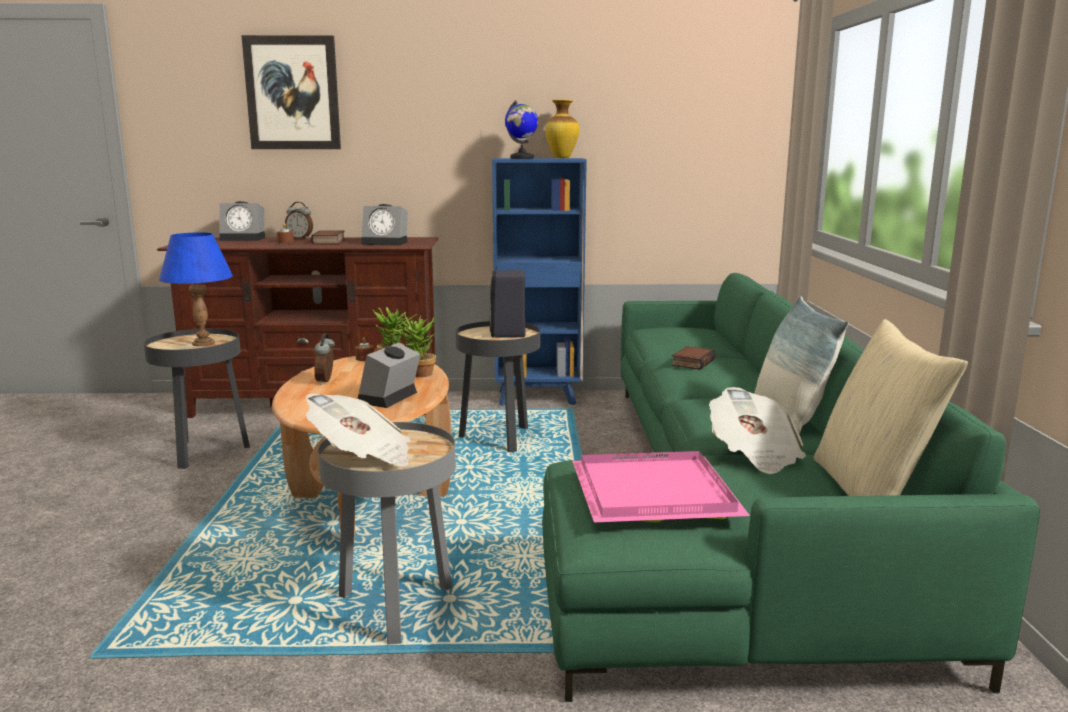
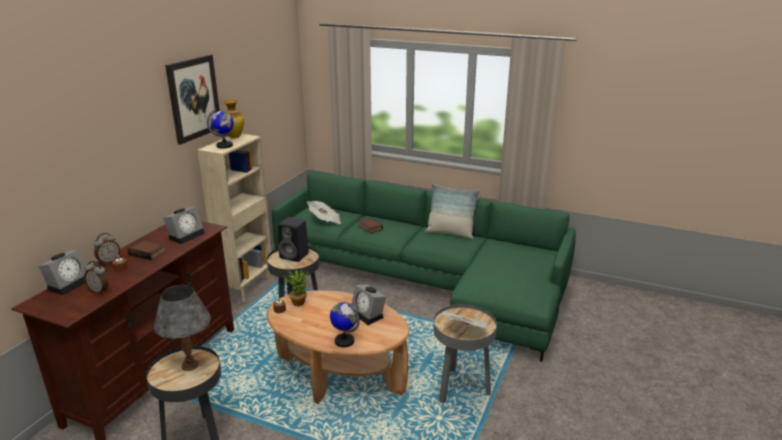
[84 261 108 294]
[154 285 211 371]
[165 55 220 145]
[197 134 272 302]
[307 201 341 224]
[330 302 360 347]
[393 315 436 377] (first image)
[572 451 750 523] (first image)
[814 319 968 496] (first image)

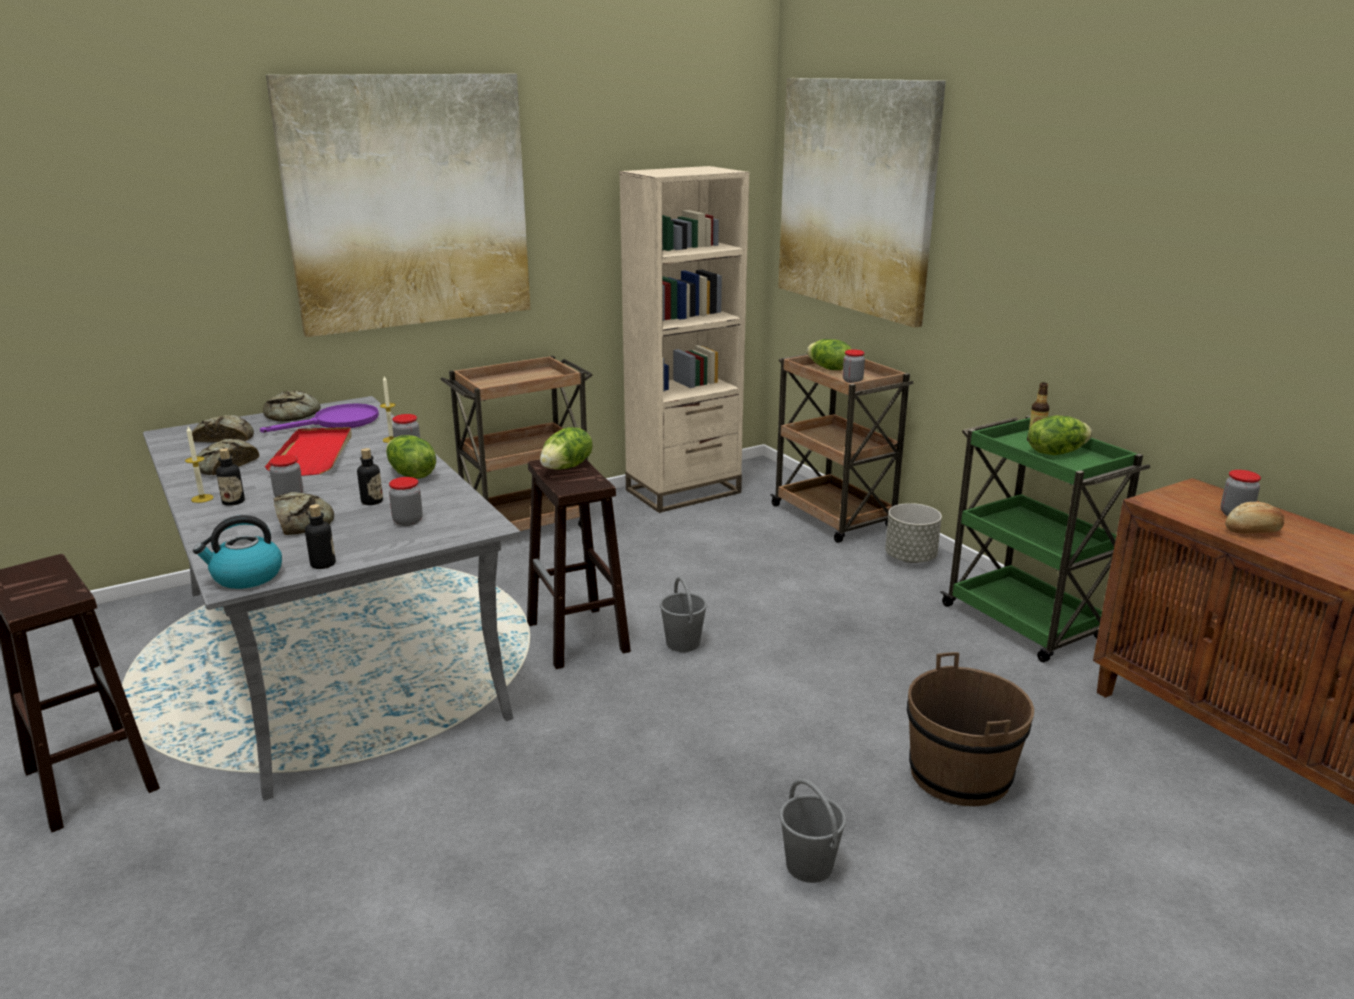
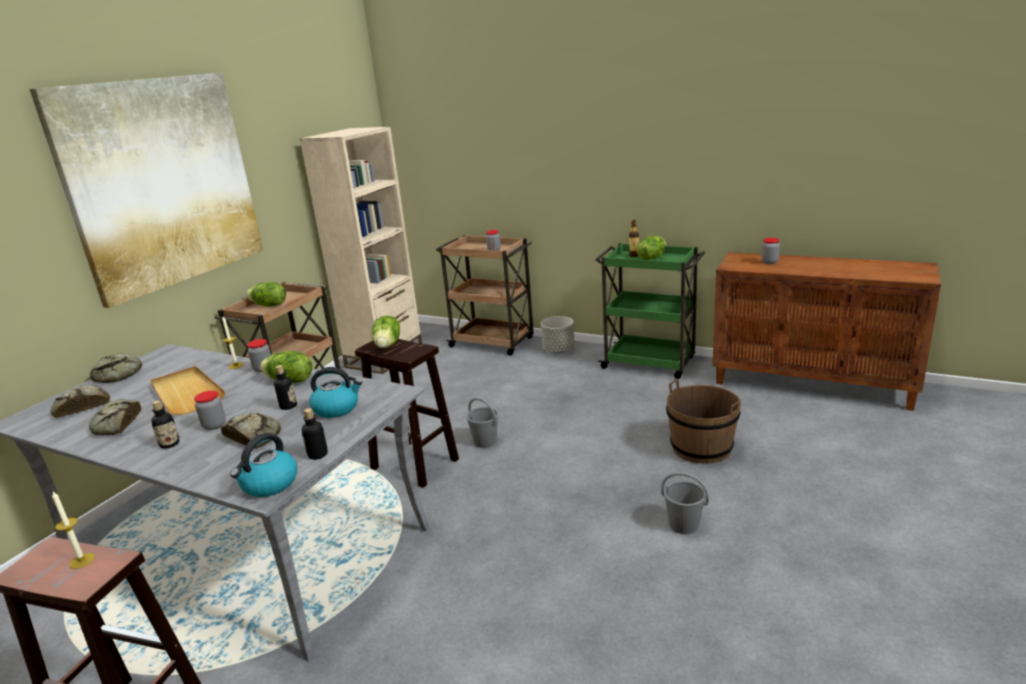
[52 491 95 569]
[150 366 225 415]
[246 282 286 307]
[309 367 363 418]
[260 404 379 433] (first image)
[778 78 946 328] (first image)
[1225 502 1284 534] (first image)

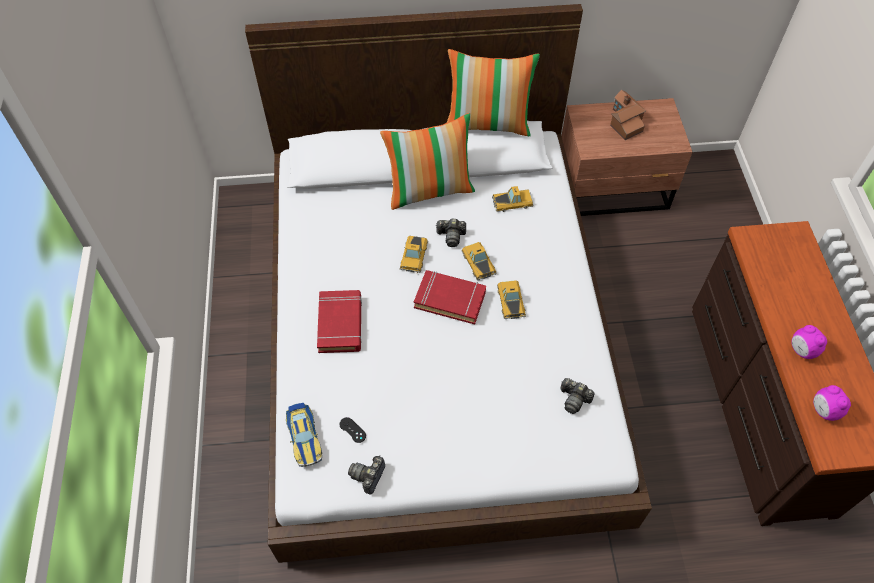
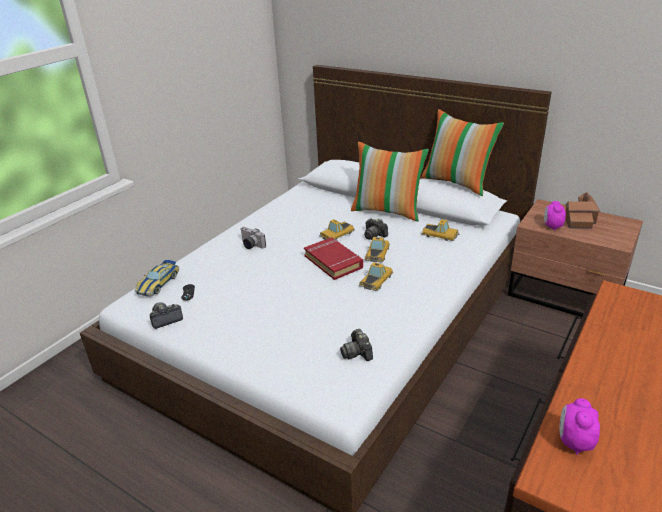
[241 227 266 249]
[544 201 566 231]

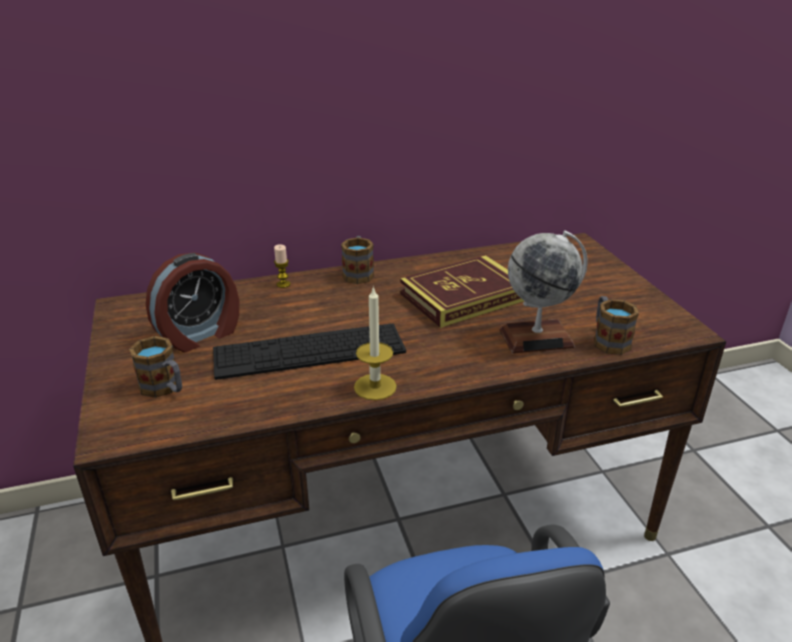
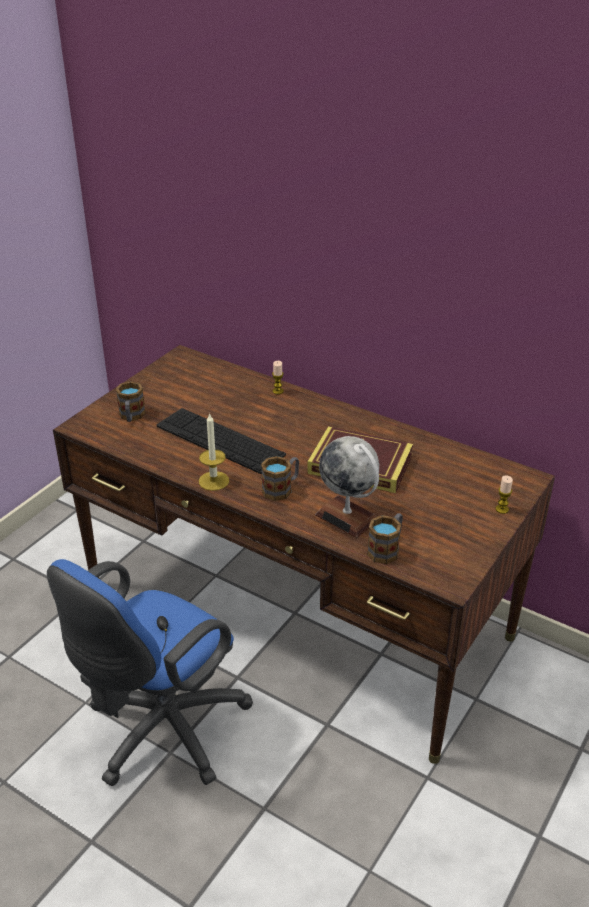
[261 456 299 501]
[495 475 513 514]
[146 253 239 352] (first image)

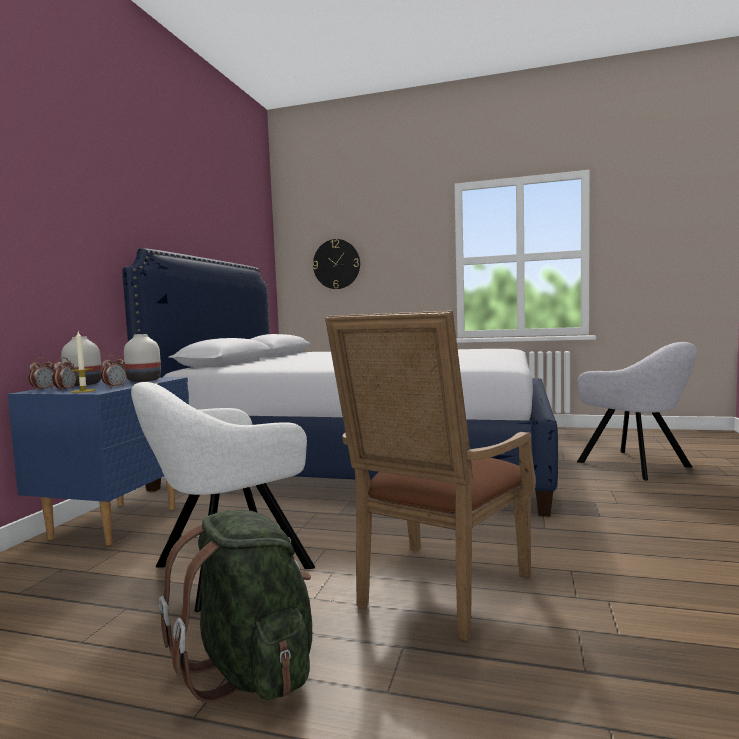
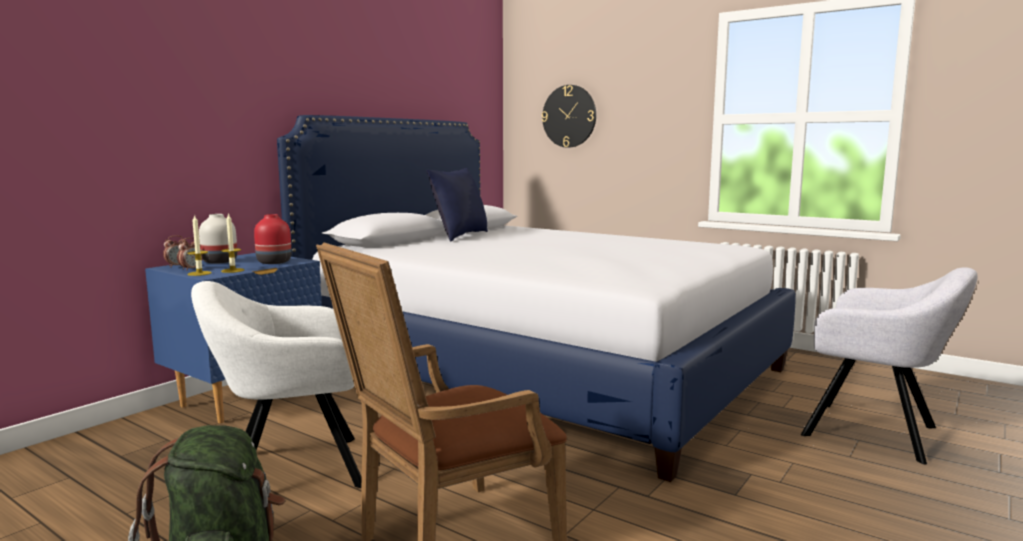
[221 213 244 273]
[254 214 292 264]
[426 168 488 241]
[801 267 978 465]

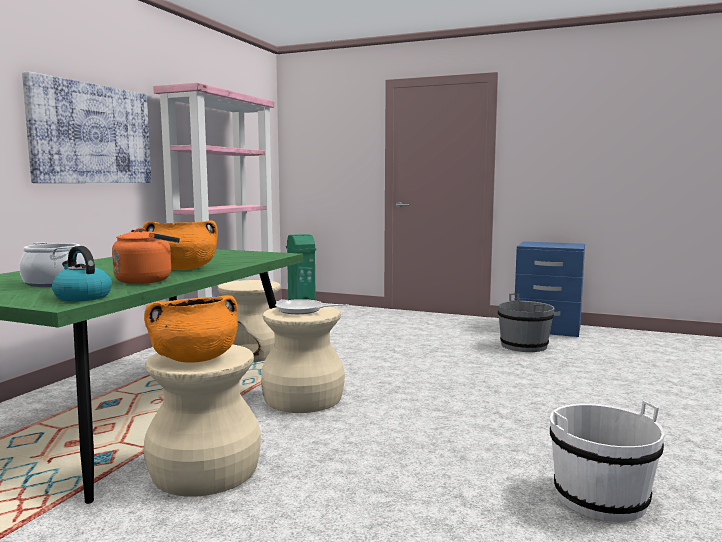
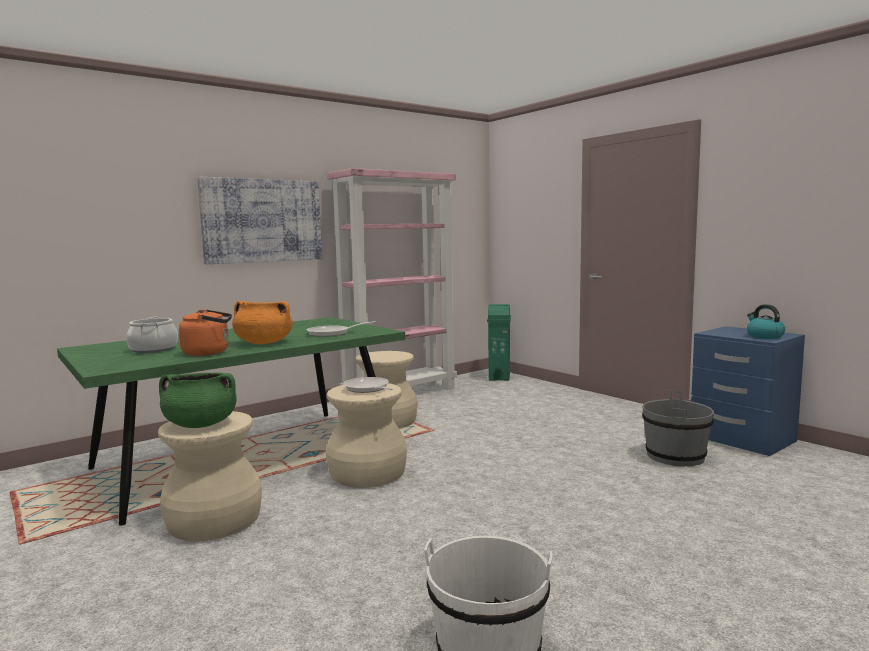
[159 373 237 428]
[306 321 376 337]
[747 304 785 339]

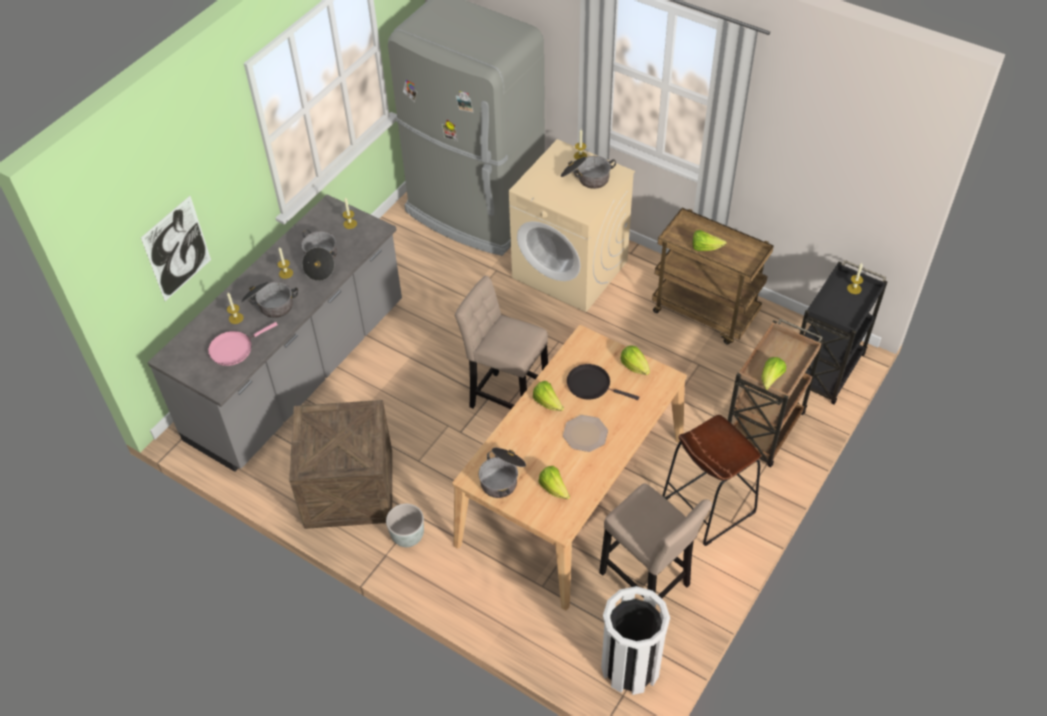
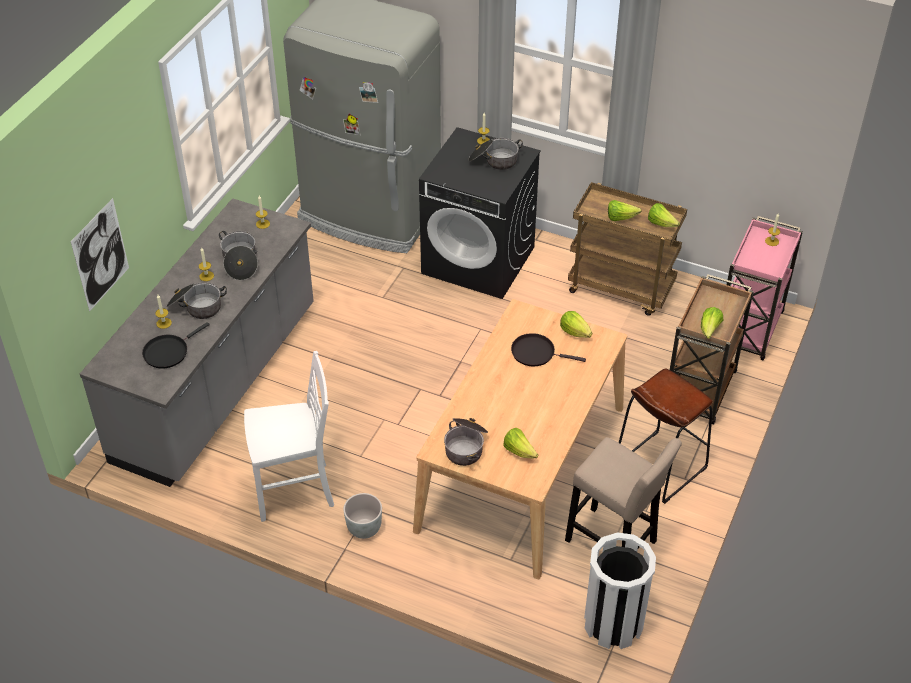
[142 322 210 368]
[244 351 334 522]
[419 127 541 299]
[648 203 680 227]
[727 216 803 361]
[455 276 548 409] (first image)
[563 415 608 452] (first image)

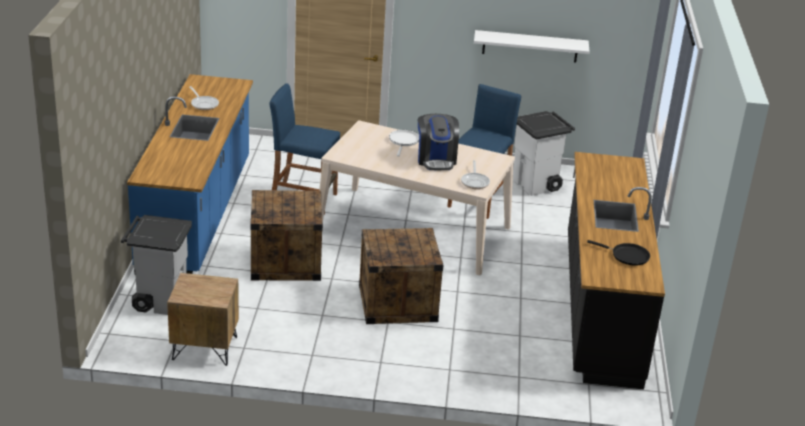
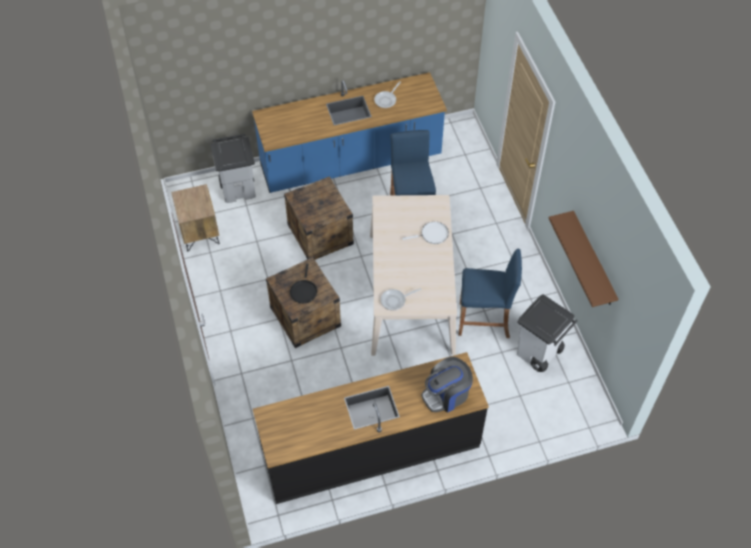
[290 264 317 304]
[421 357 473 413]
[549 211 618 307]

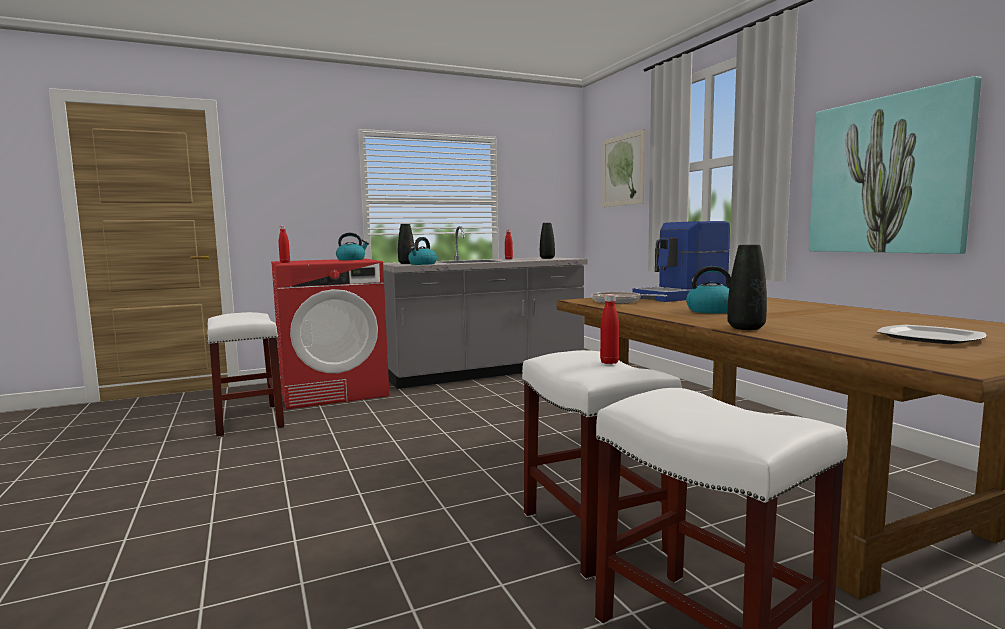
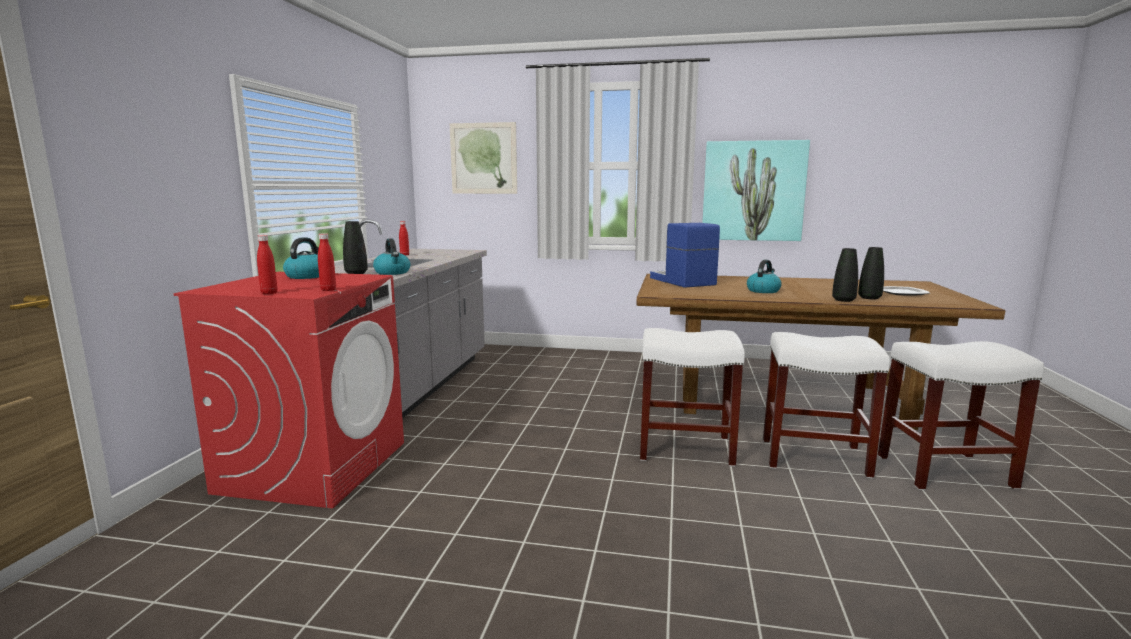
[318 233 336 291]
[640 328 745 467]
[650 223 720 288]
[858 247 884 299]
[591 292 667 304] (first image)

